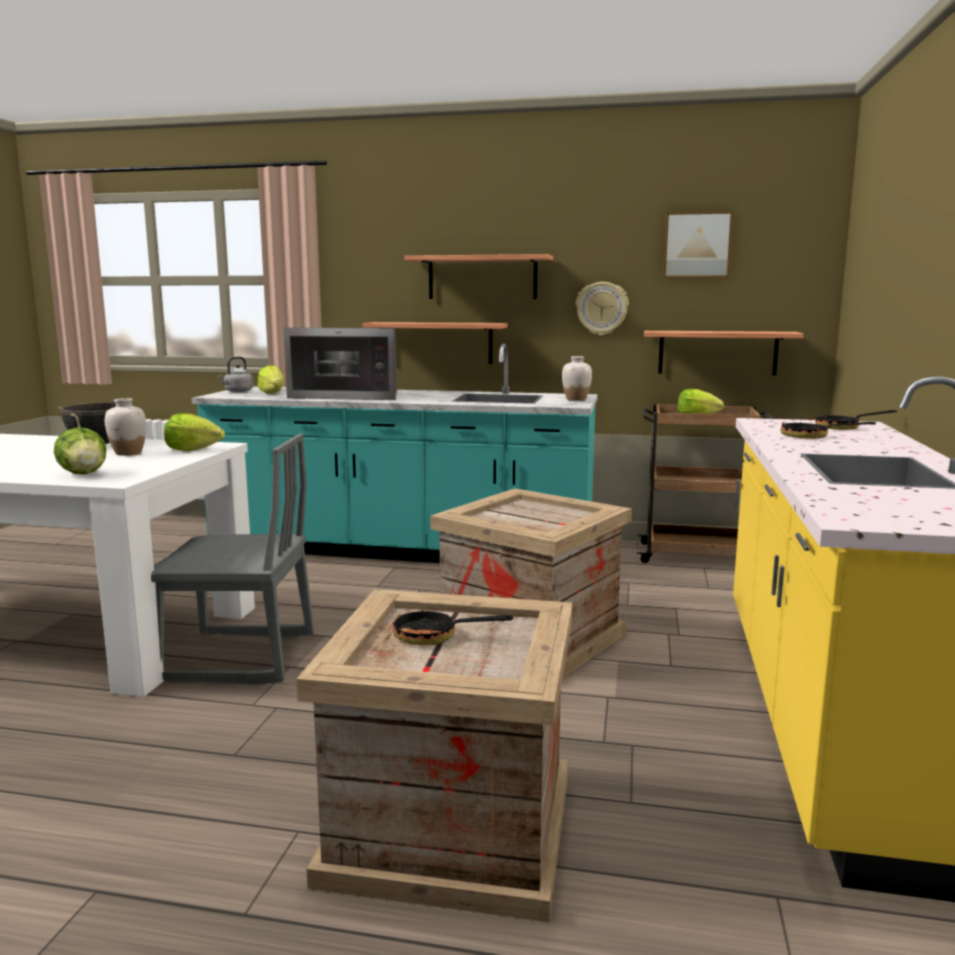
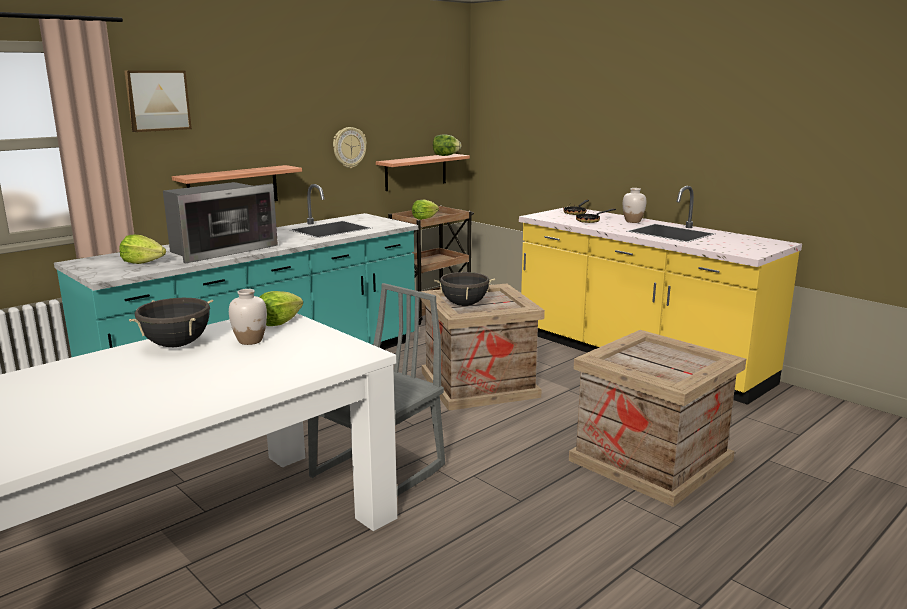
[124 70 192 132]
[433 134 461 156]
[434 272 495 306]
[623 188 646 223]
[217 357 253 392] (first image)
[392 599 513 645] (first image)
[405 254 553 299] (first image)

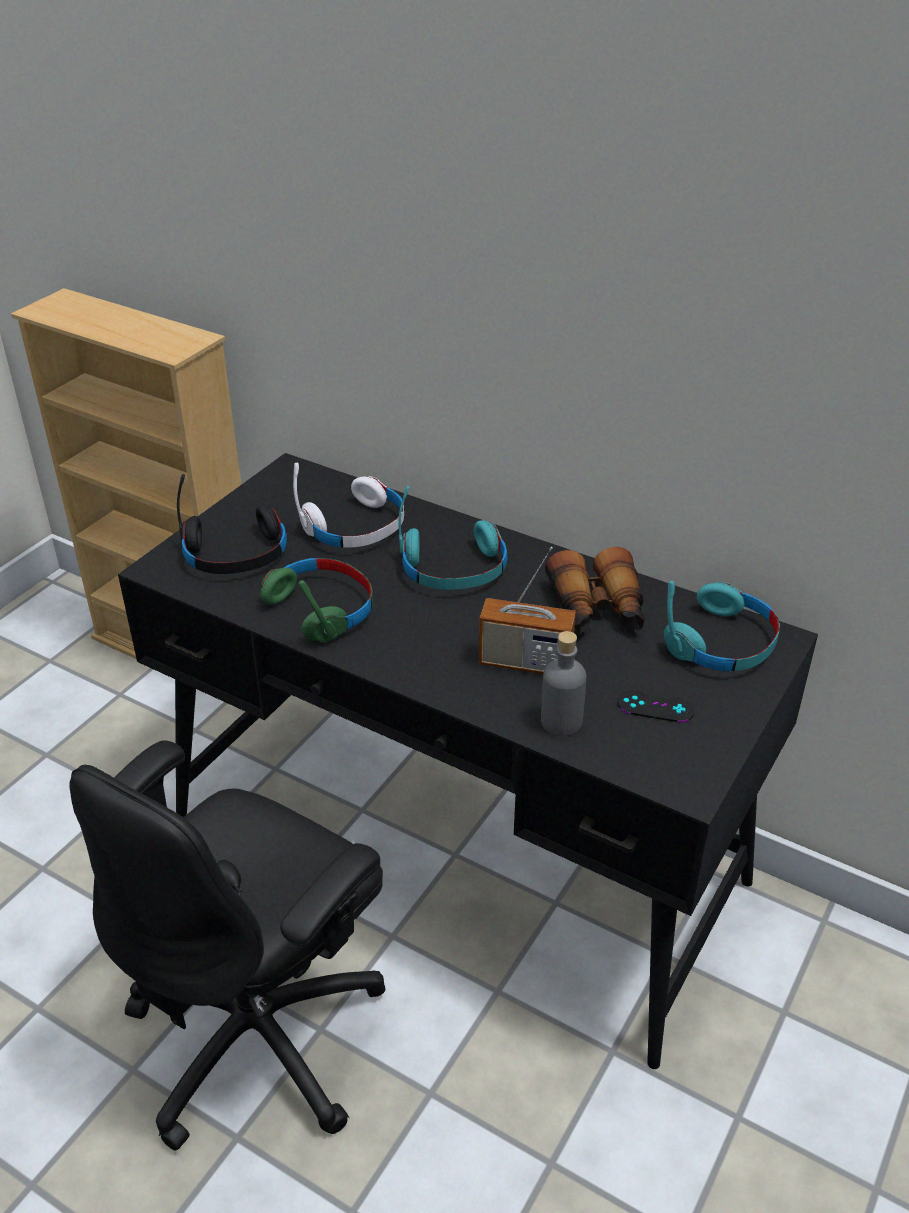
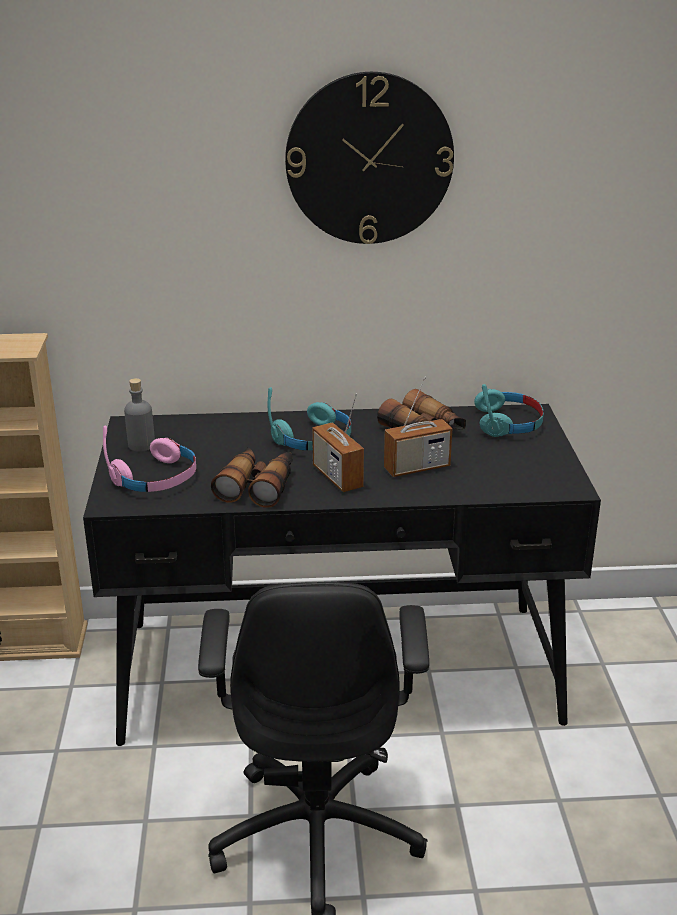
[103 426 196 492]
[124 378 155 452]
[211 447 293 508]
[285 72 454 244]
[312 393 364 492]
[293 463 404 547] (first image)
[617 690 695 722] (first image)

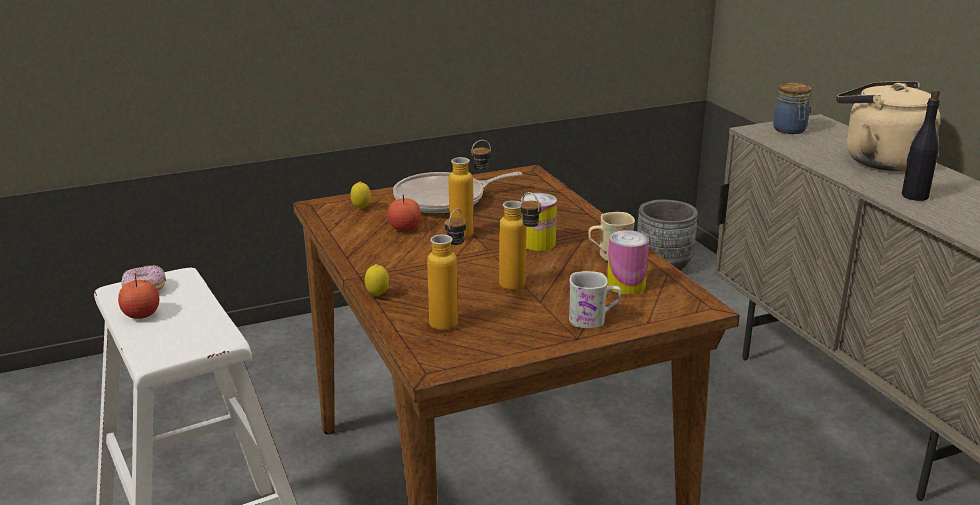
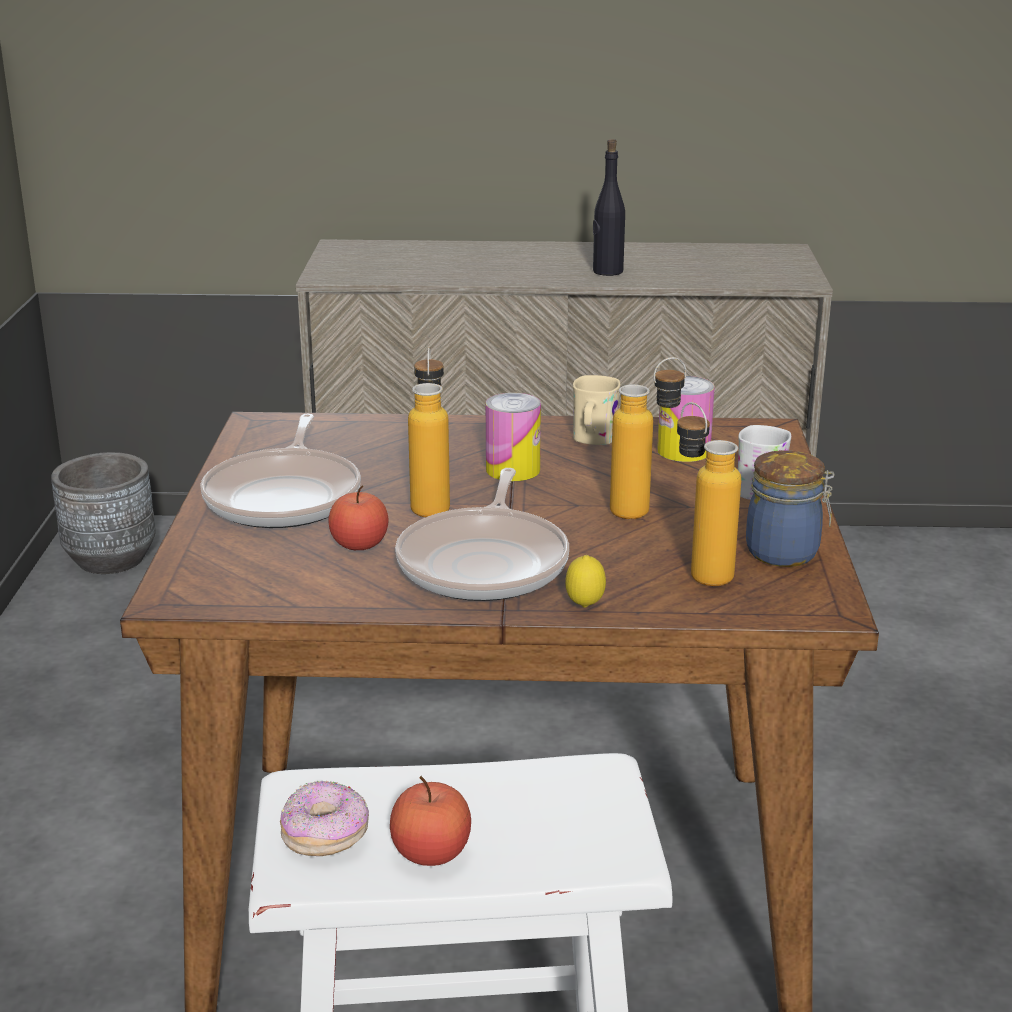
[395 468 569 601]
[746 450 834 567]
[350 182 371 209] (first image)
[837 81 940 171] (first image)

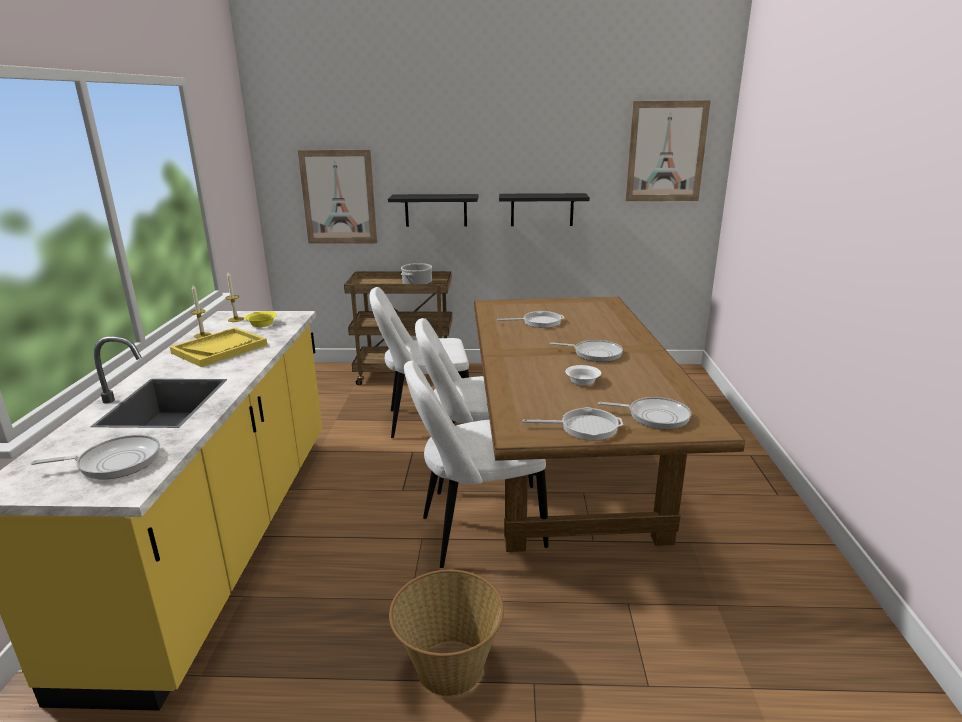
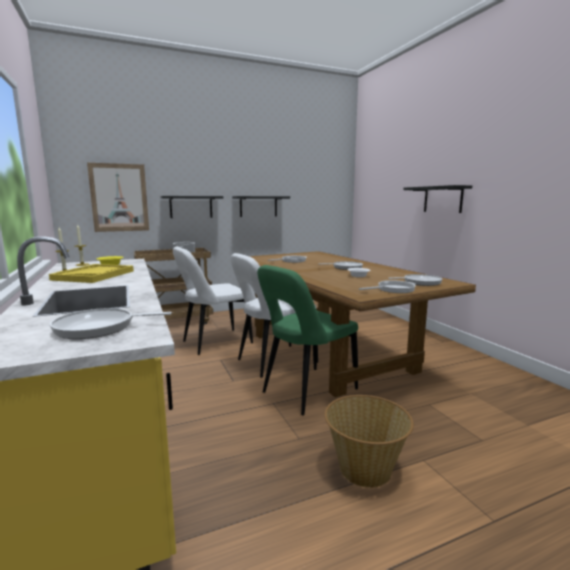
[50 308 172 339]
[257 265 358 416]
[403 185 472 213]
[625 100 711 201] (first image)

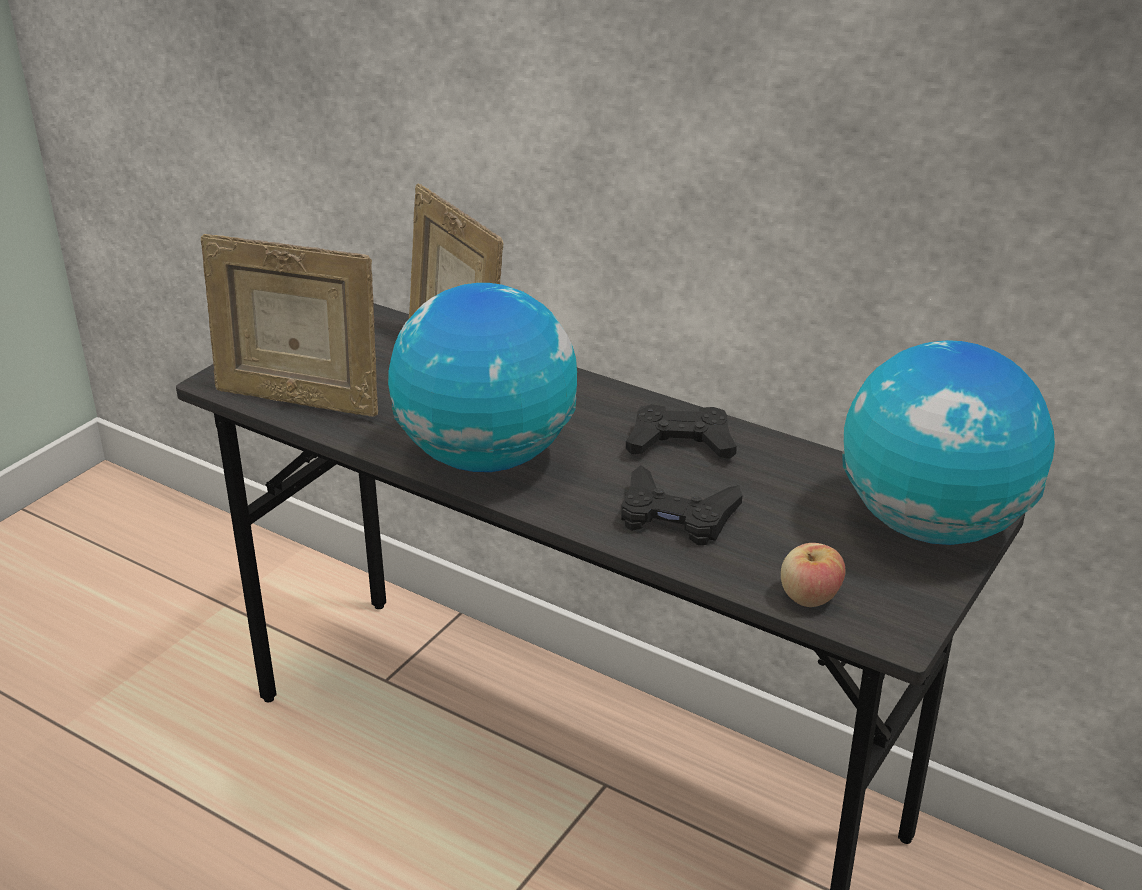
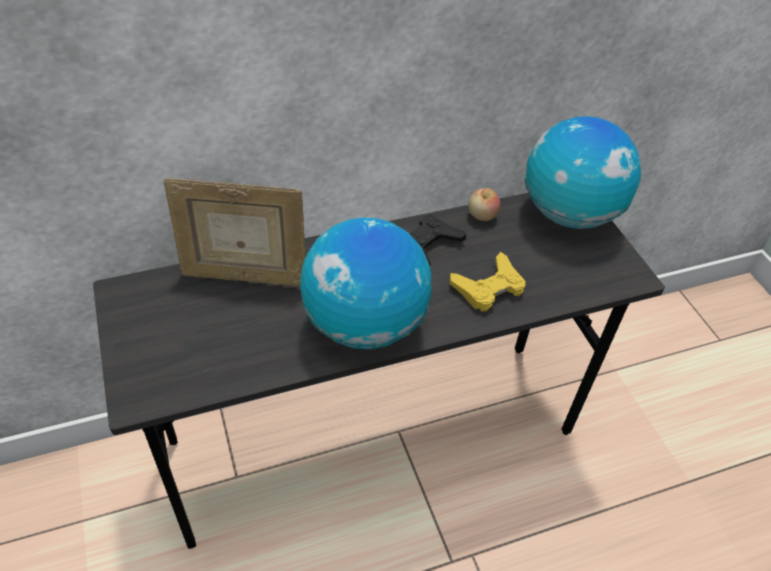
[450 252 526 312]
[468 188 500 221]
[201 234 378 417] (first image)

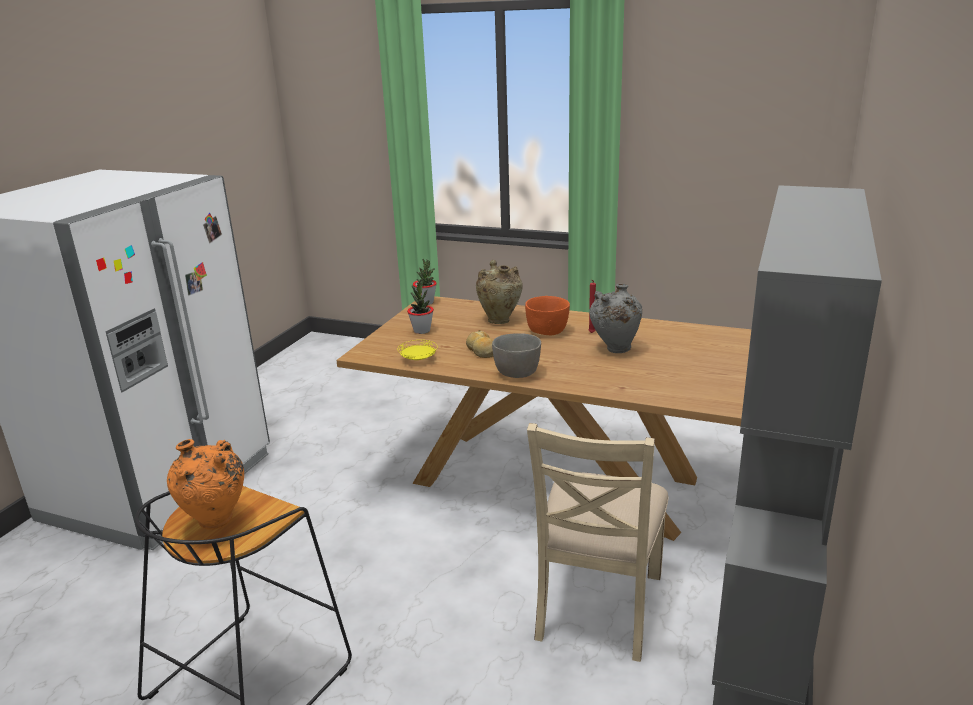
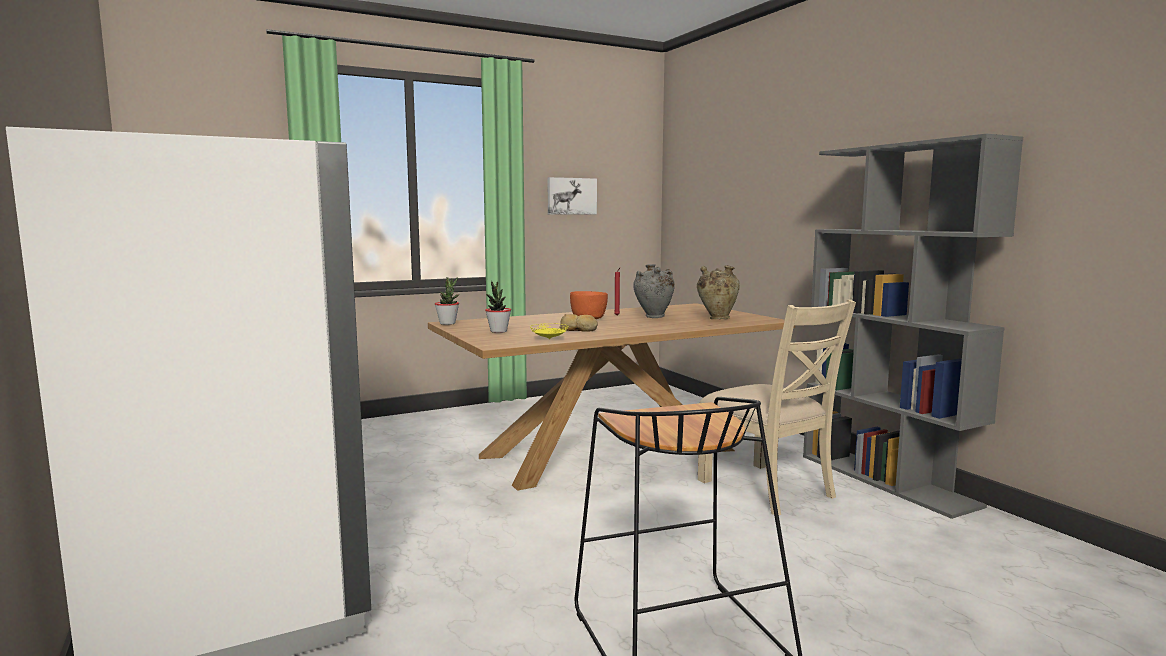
[548 177 597 214]
[697 265 740 319]
[167 439 244 530] (first image)
[492 333 541 378] (first image)

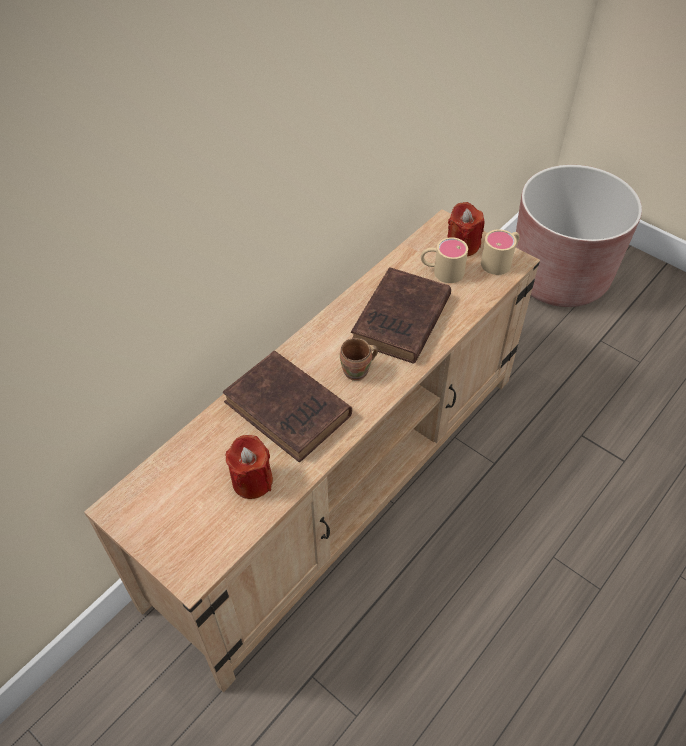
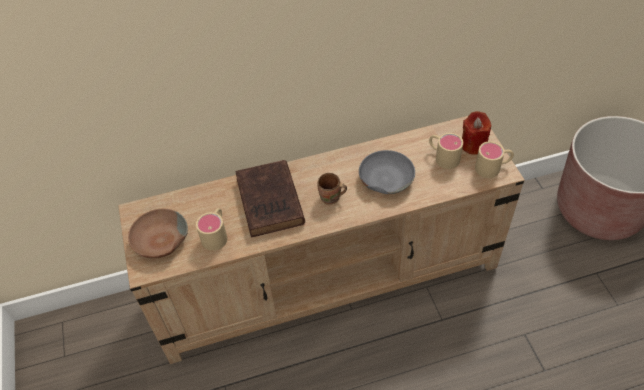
[128 209 188 258]
[196 208 227 251]
[359 150 415 194]

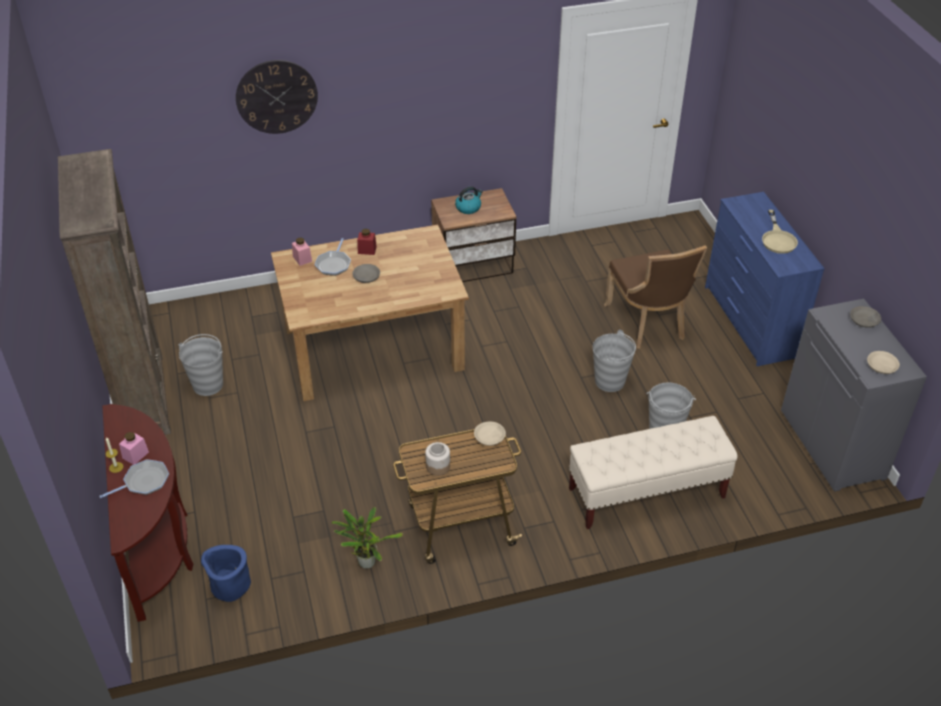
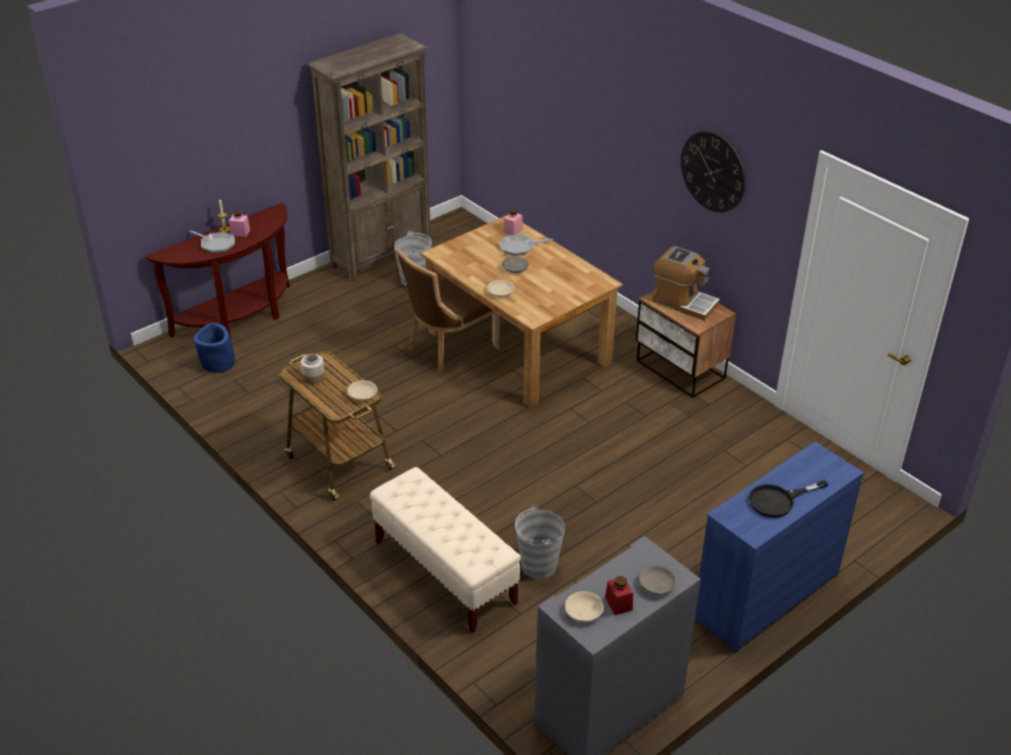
[396 249 500 373]
[487 280 515 298]
[605 576 633 615]
[652 246 720 321]
[681 131 746 212]
[749 480 829 518]
[331 507 403 569] (first image)
[593 330 636 392] (first image)

